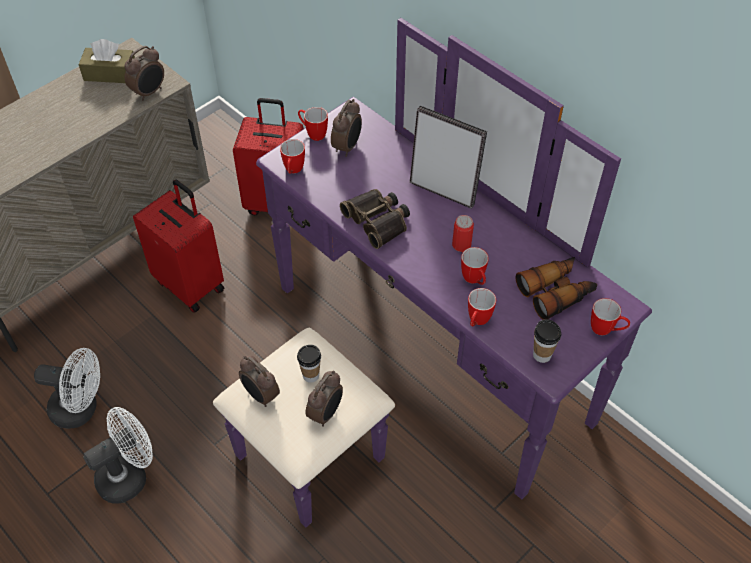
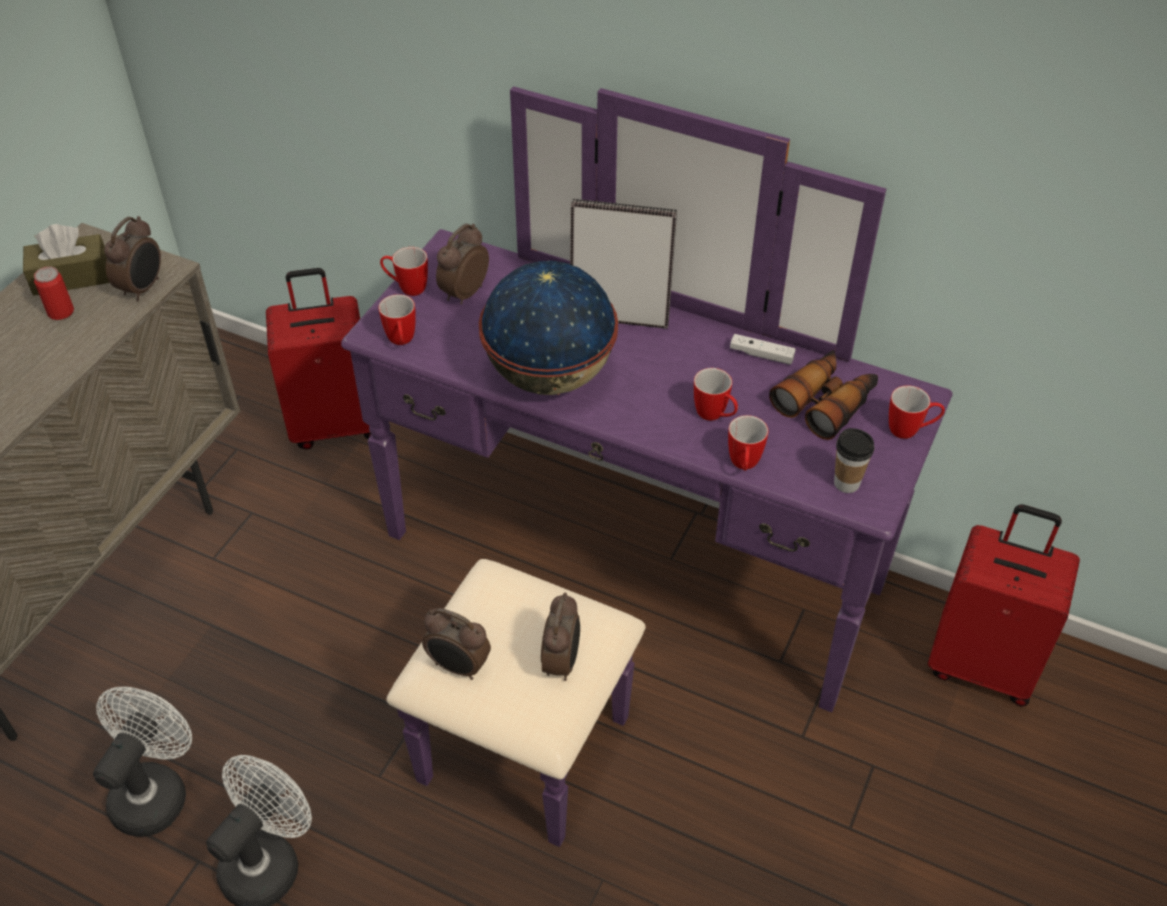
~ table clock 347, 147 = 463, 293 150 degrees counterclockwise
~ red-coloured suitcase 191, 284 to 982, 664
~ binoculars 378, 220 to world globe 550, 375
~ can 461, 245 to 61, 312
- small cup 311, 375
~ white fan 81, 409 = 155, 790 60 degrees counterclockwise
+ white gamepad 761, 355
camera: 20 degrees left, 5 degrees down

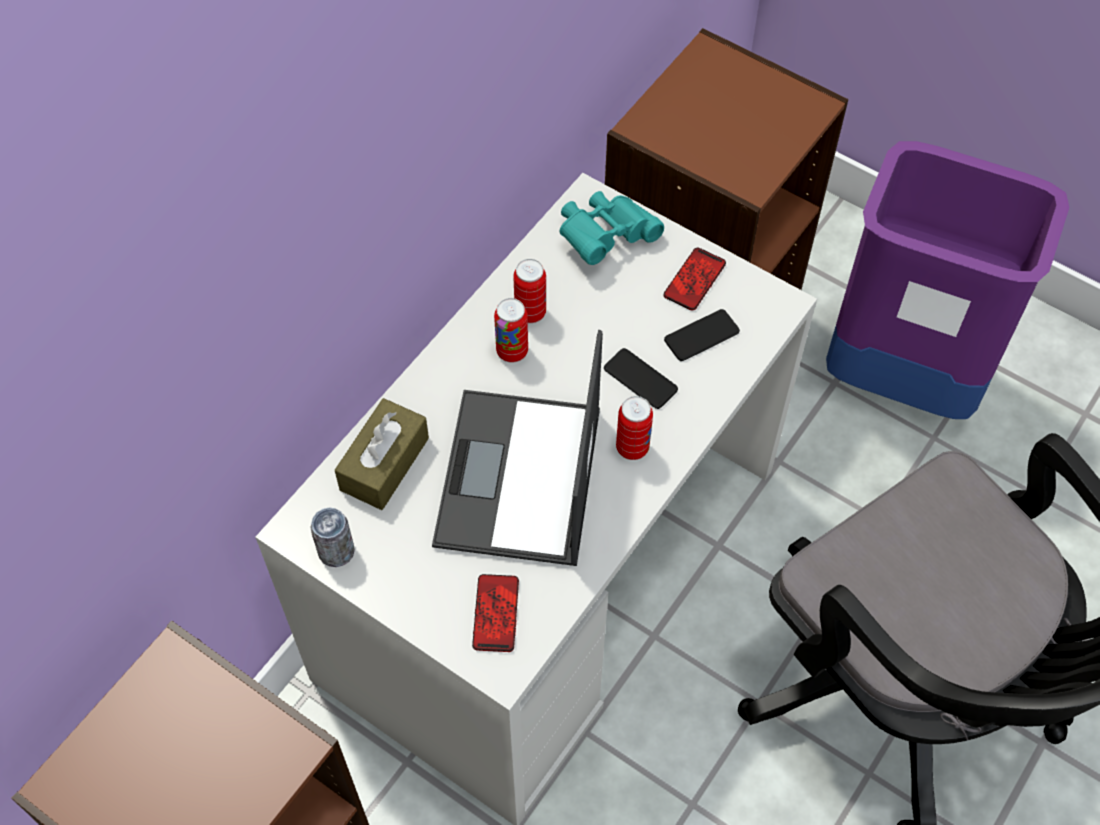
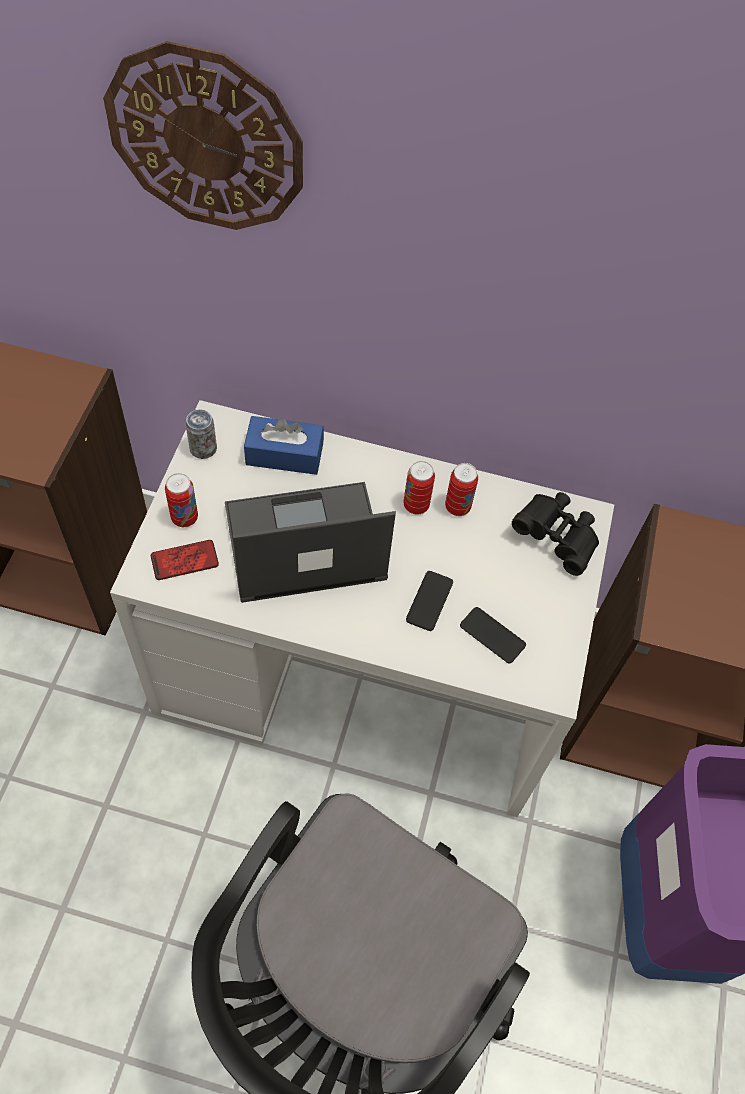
~ turquoise-coloured binoculars 605, 237 to blackish binoculars 557, 538
- phone 694, 280
~ can 632, 448 to 184, 518
~ brown-coloured box of tissues 384, 464 to bluish box of tissues 284, 454
+ clock on the wall 206, 140
camera: 65 degrees right, 0 degrees up

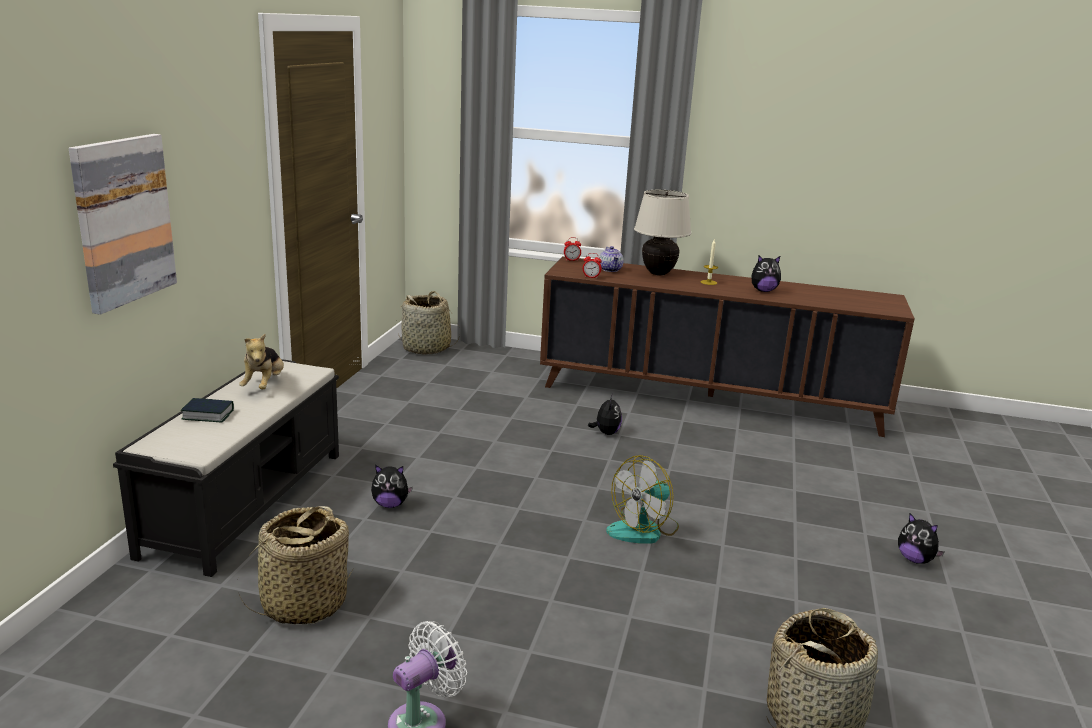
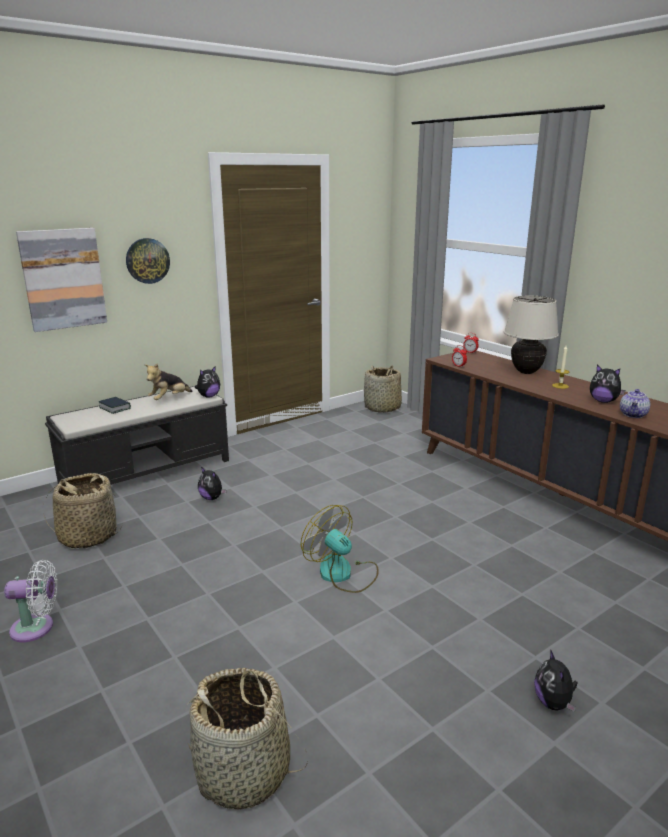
~ tea pot 610, 270 to 633, 415
~ cuddly toy 606, 433 to 208, 396
~ fan 644, 529 = 342, 574 45 degrees clockwise
+ clock on the wall 147, 261
camera: 40 degrees right, 0 degrees up

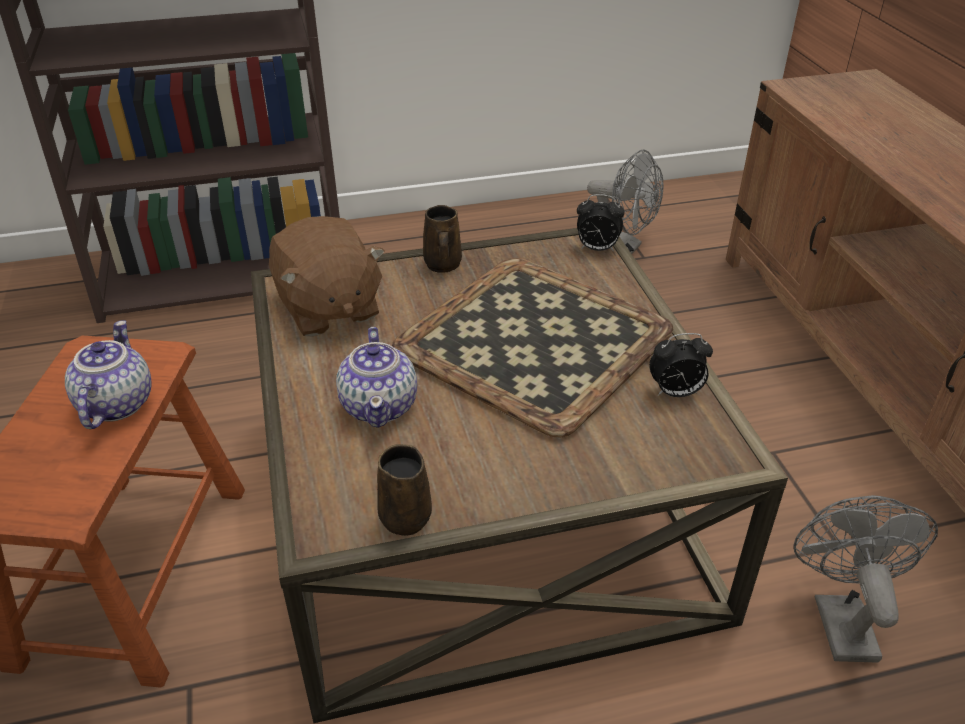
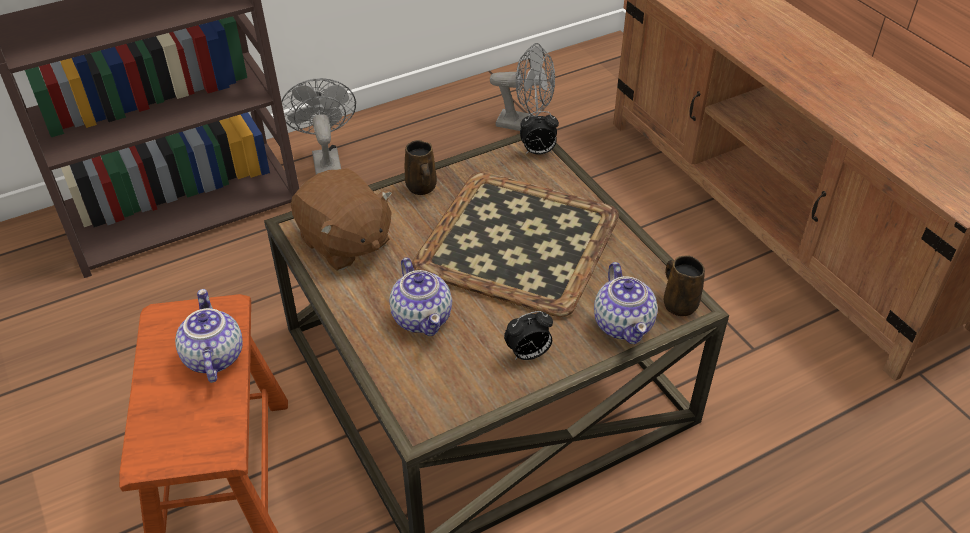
~ table clock 675, 393 to 528, 354
~ brown-coloured tea mug 405, 515 to 679, 303
~ grey fan 840, 618 to 325, 160
+ tea pot 623, 324
camera: 15 degrees left, 5 degrees up

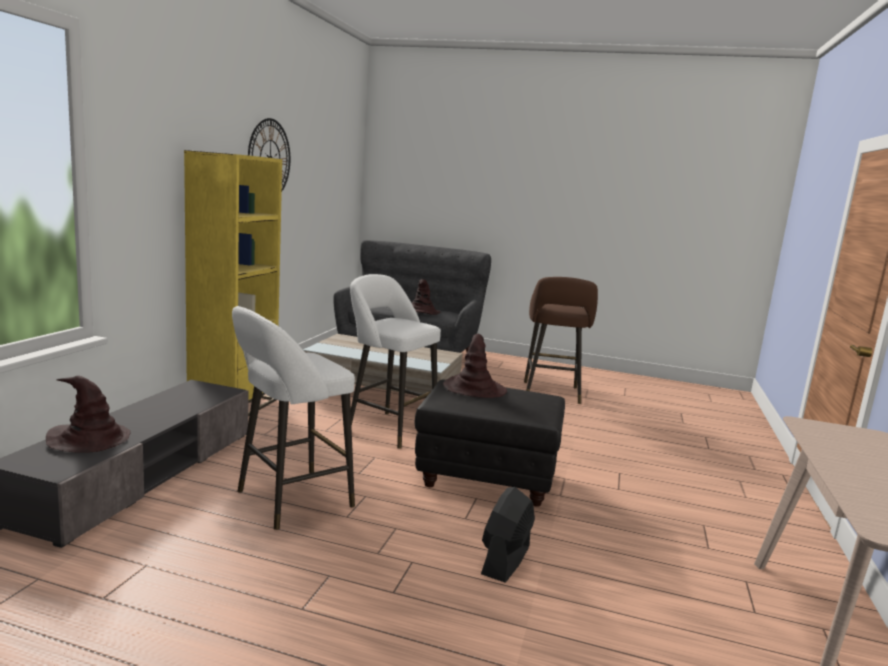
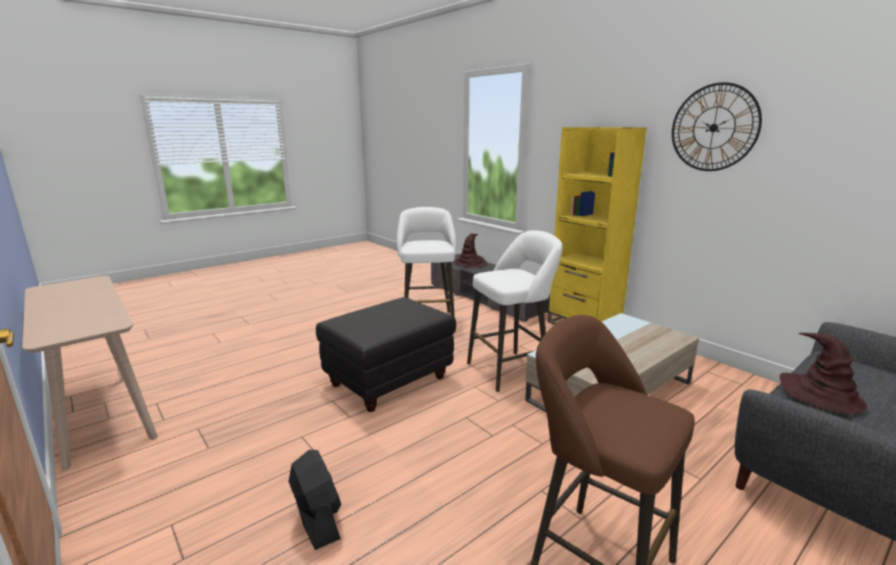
- brown-coloured hat 474, 388
~ blackish fan 505, 560 to 317, 518
camera: 125 degrees right, 5 degrees up

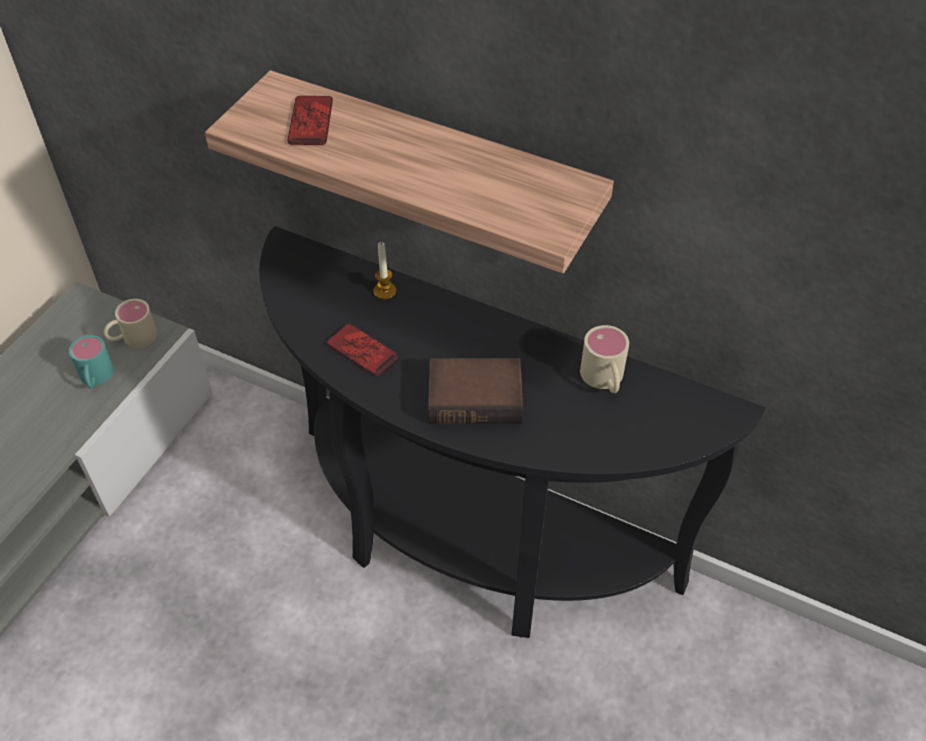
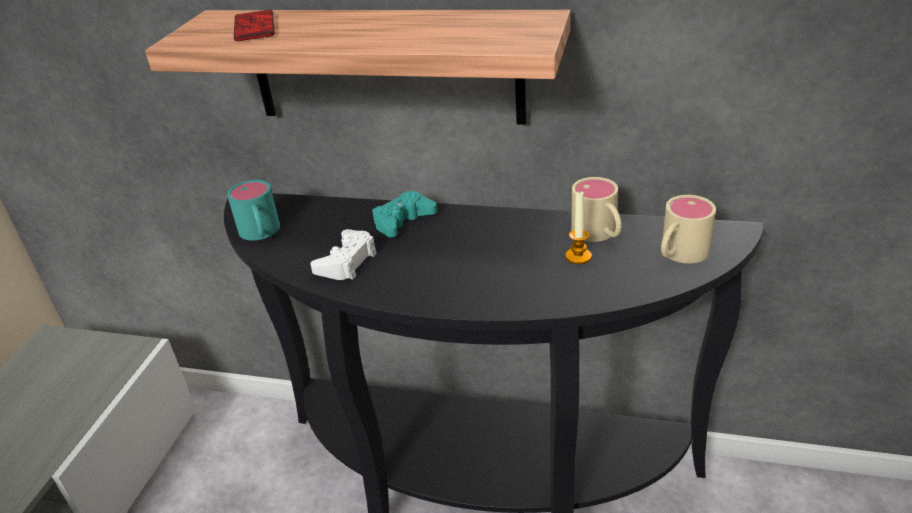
~ wax light 384, 291 to 578, 256
~ sand-coloured tea mug 132, 338 to 679, 254
~ phone 362, 350 to white gamepad 347, 261
~ turquoise-coloured tea mug 96, 378 to 261, 233
- book 476, 396
+ turquoise-coloured gamepad 403, 221
camera: 10 degrees left, 15 degrees down

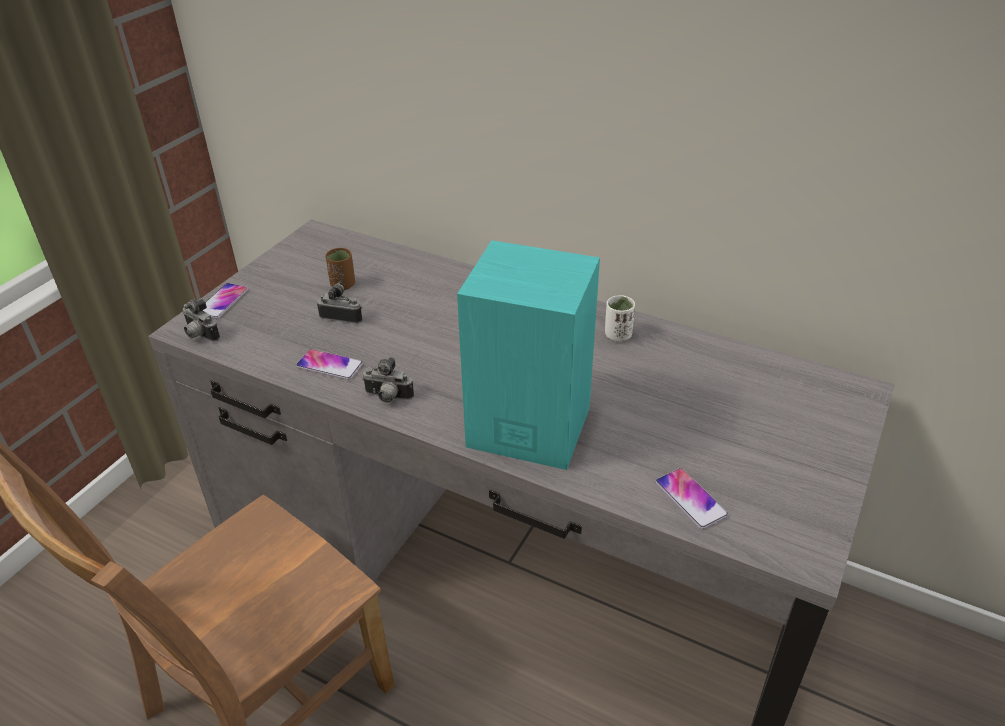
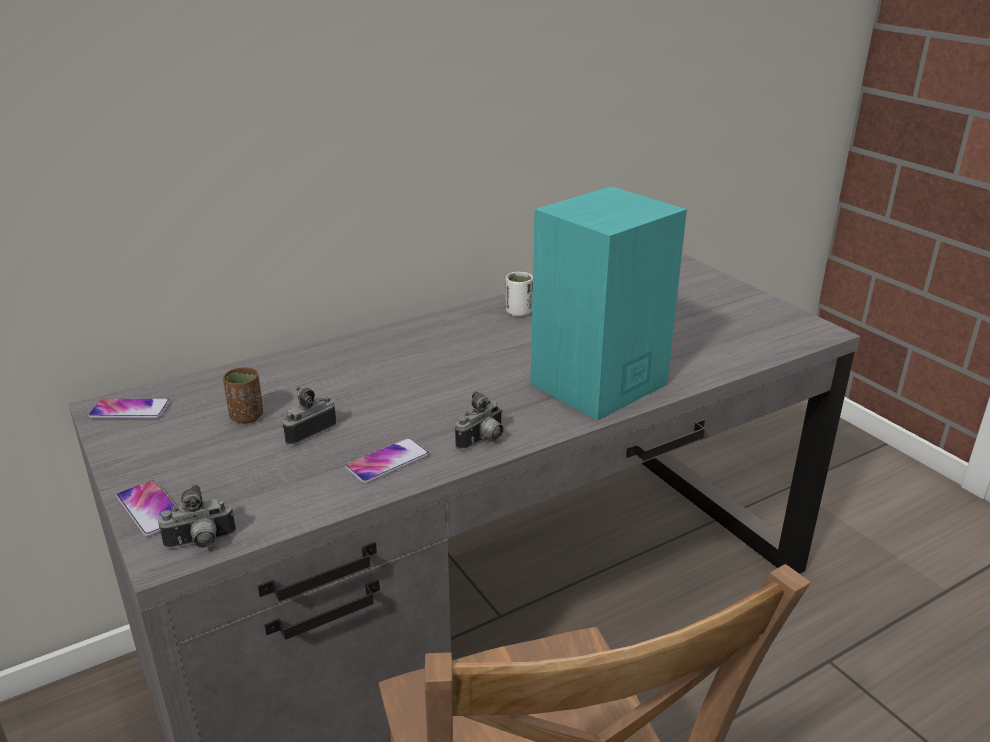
~ phone 690, 499 to 130, 410
camera: 60 degrees left, 10 degrees down

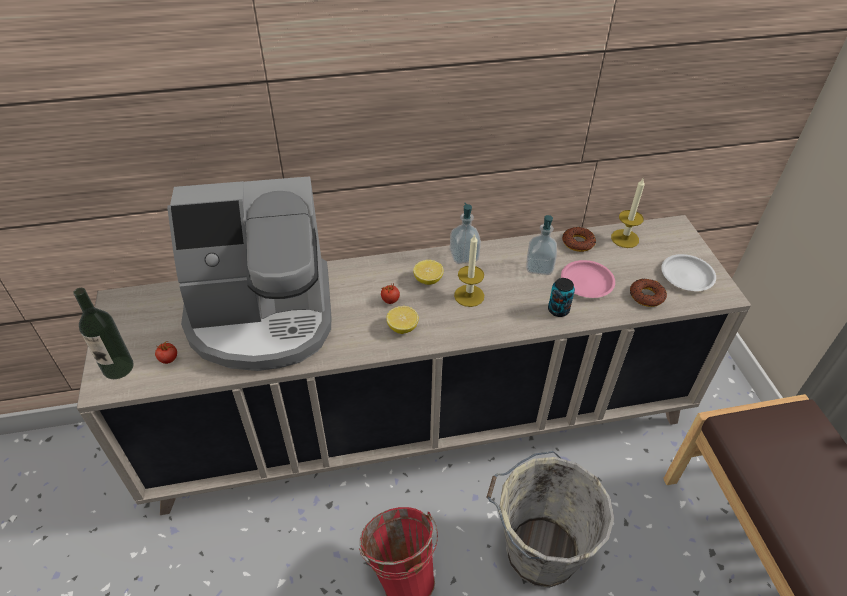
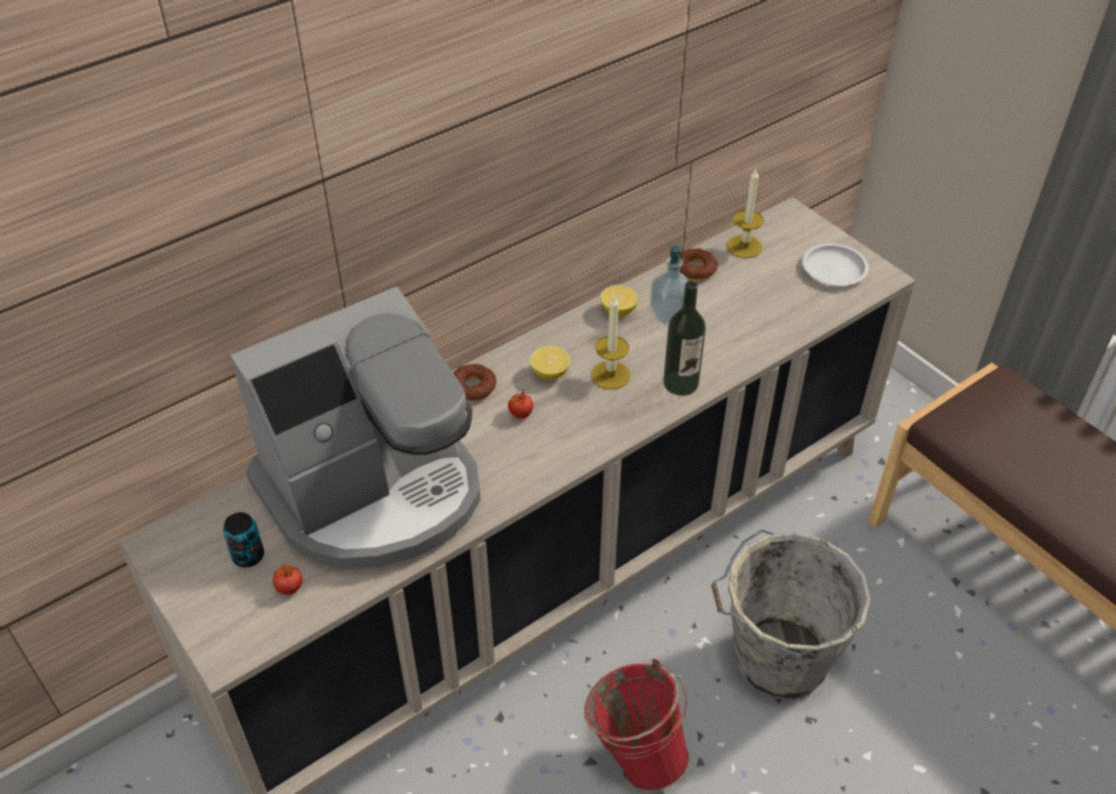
- soap bottle 464, 256
- pink plate 586, 282
~ can 558, 310 to 248, 556
~ donut 646, 296 to 472, 387
~ bottle 118, 367 to 681, 383
~ whole lemon 402, 327 to 618, 310
camera: 25 degrees left, 0 degrees up

